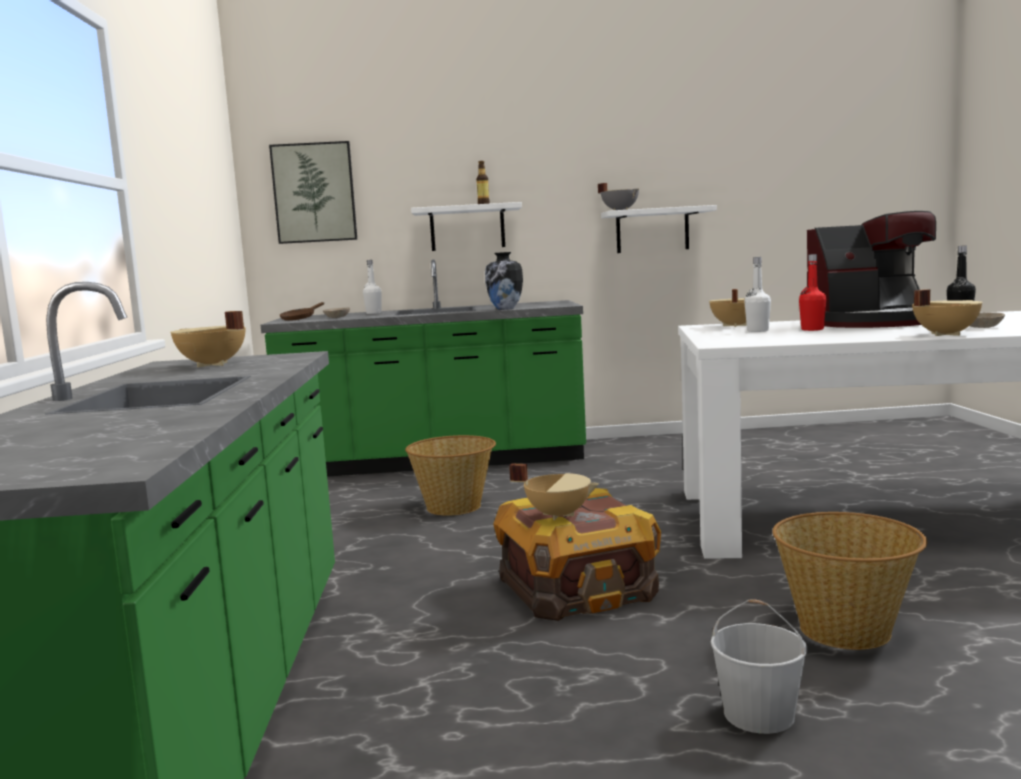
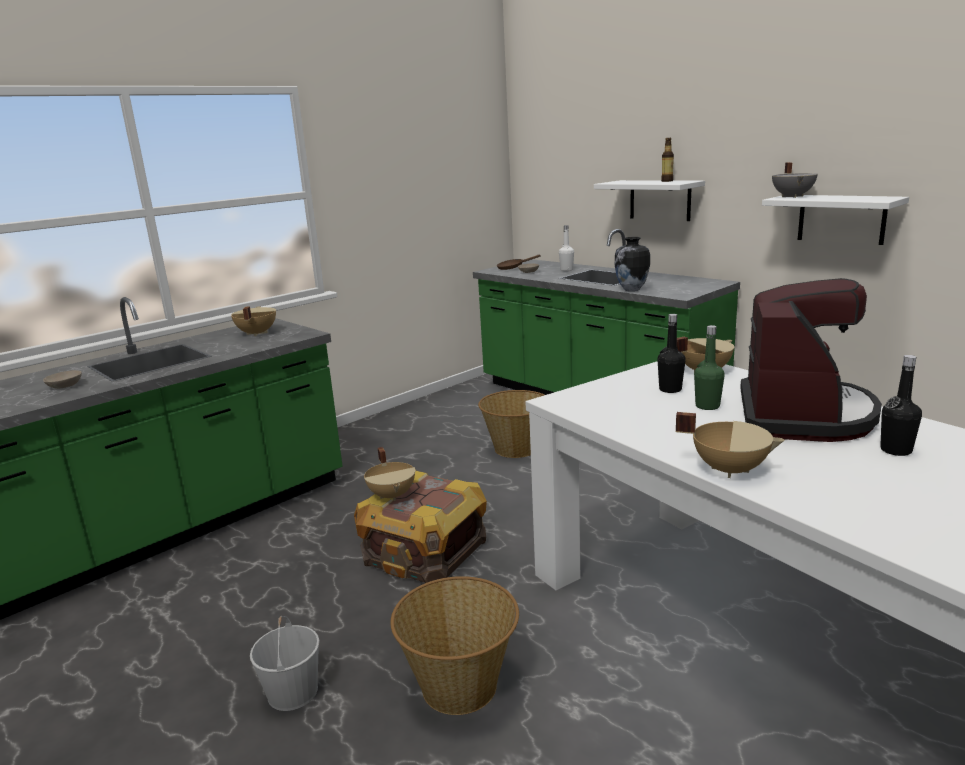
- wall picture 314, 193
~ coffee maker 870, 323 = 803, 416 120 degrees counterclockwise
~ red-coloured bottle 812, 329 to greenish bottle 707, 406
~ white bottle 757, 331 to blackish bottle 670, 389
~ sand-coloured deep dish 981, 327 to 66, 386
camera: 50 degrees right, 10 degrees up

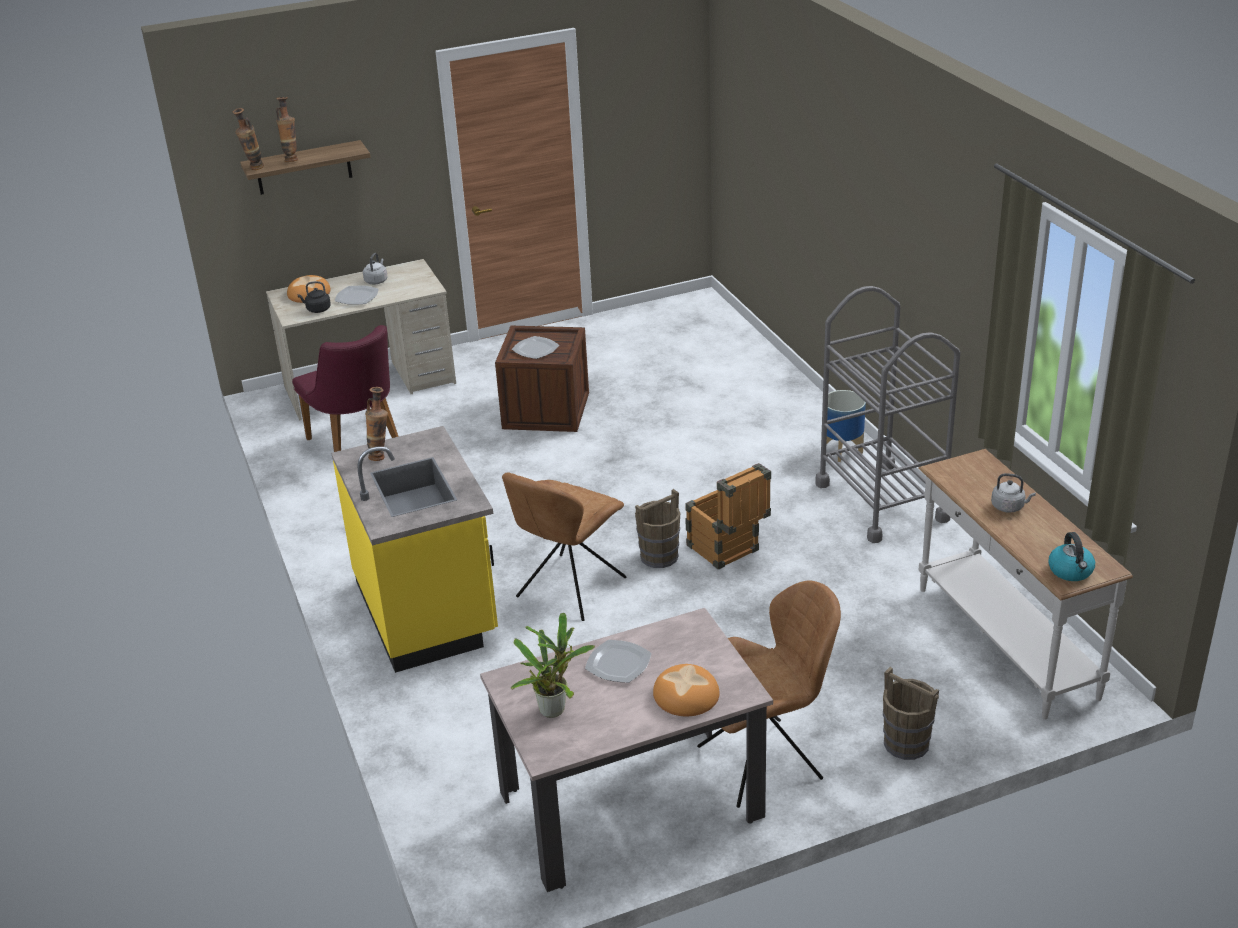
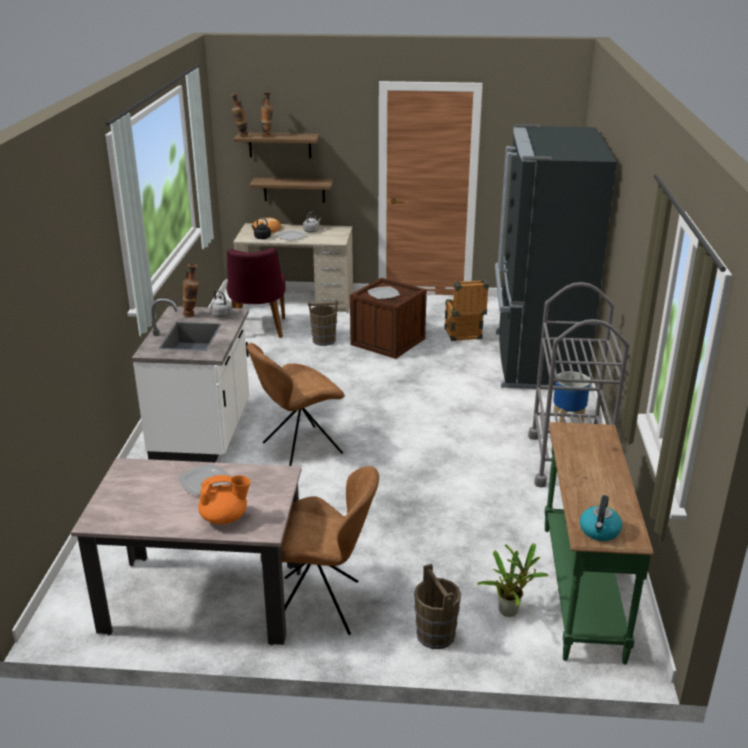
~ yellow kitchen base unit 428, 610 to white kitchen base unit 204, 433
~ white narrow table 1004, 642 to greenish narrow table 579, 590
~ shipping crate 727, 552 to 464, 336
~ grey water kettle 1009, 507 to 223, 315
~ brown-coloured bucket 659, 556 to 324, 340
~ houseplant 554, 708 to 510, 610
~ bakery bread 687, 695 to orangey tea pot 225, 518
+ blackish kitchen fridge 536, 361
+ bracket shelf 294, 190
camera: 25 degrees right, 5 degrees down

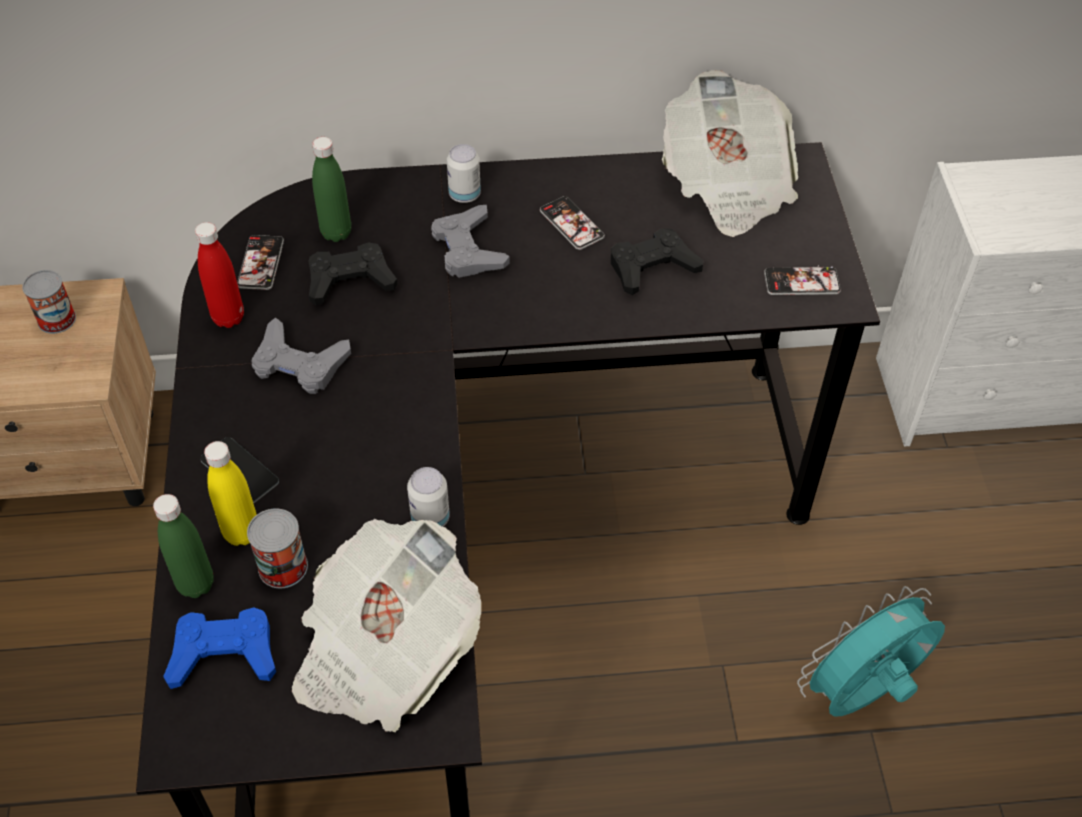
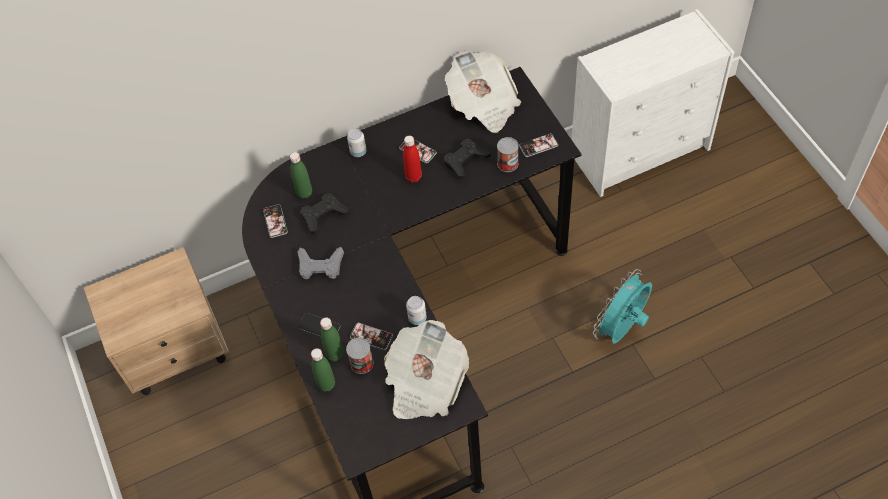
- grey gamepad 468, 249
~ red-coloured bottle 228, 318 to 413, 177
~ can 56, 319 to 507, 163
~ yellow bottle 241, 532 to greenish bottle 335, 354
- bluish gamepad 224, 653
+ phone 371, 336
camera: 15 degrees left, 5 degrees up

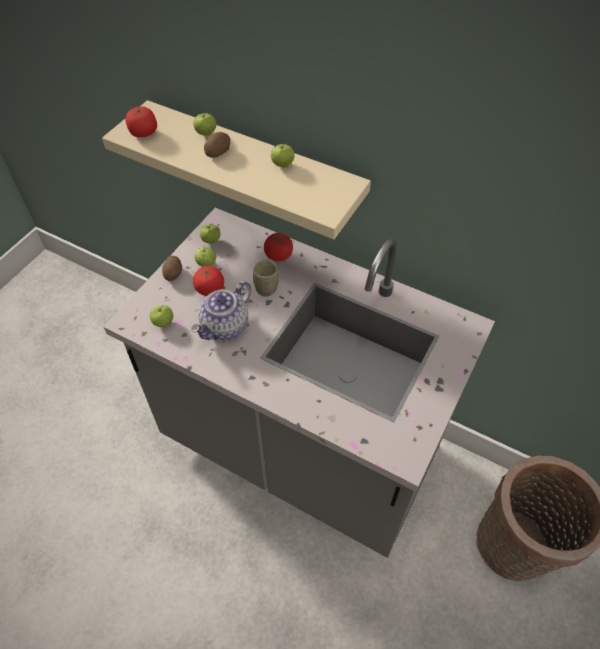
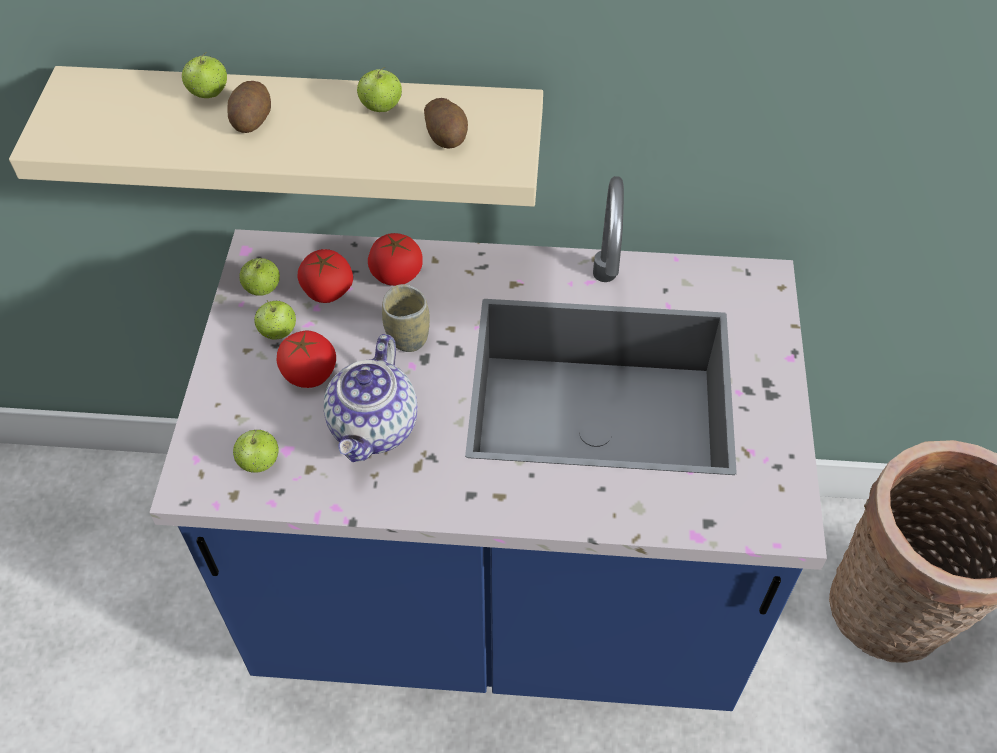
~ whole tomato 143, 133 to 327, 291
~ grey kitchen base unit 300, 448 to bluish kitchen base unit 498, 600
~ spud 173, 274 to 447, 136
camera: 25 degrees left, 0 degrees up

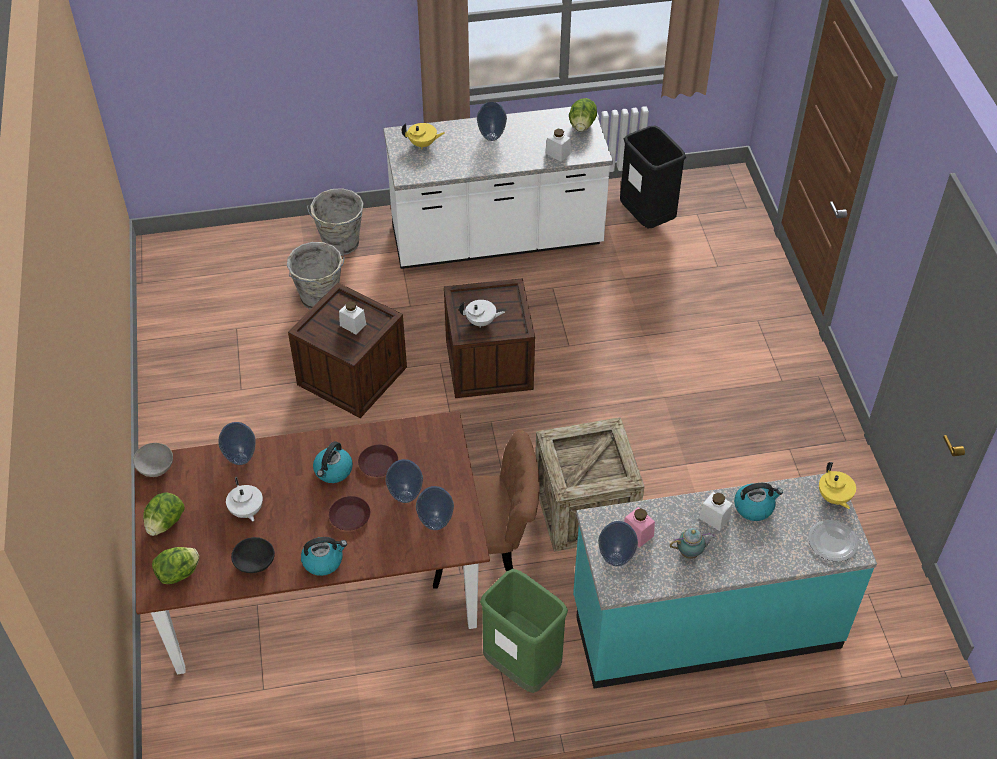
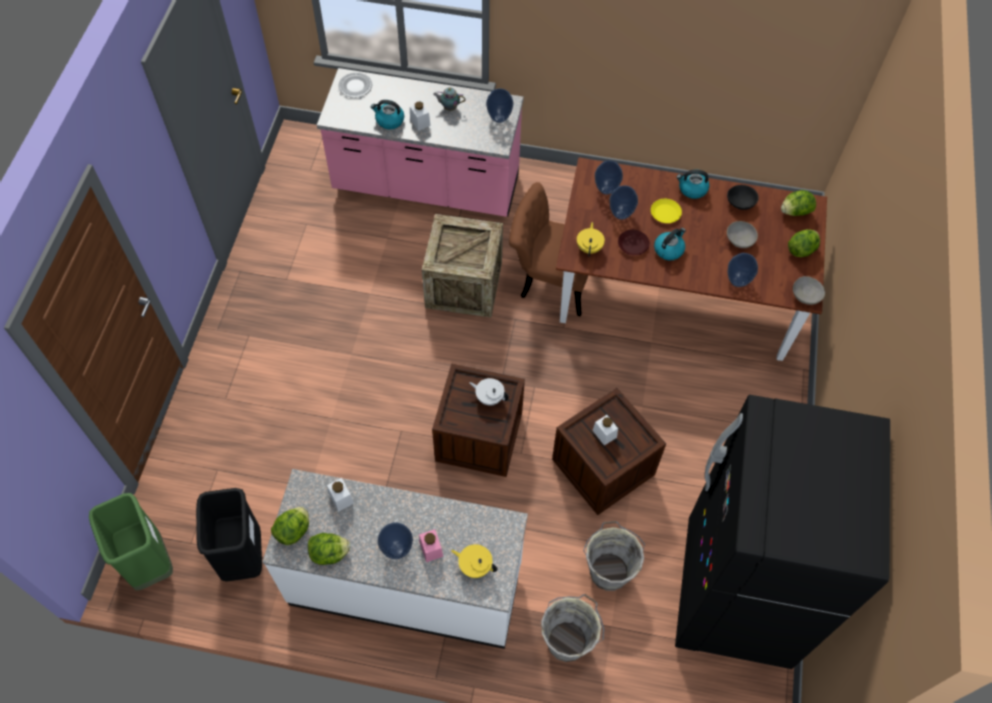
~ yellow tea pot 833, 497 to 589, 247
~ turquoise-coloured kitchen base unit 705, 623 to pink kitchen base unit 426, 186
~ white tea pot 246, 511 to grey deep dish 740, 240
~ brown-coloured plate 350, 516 to yellow plate 665, 213
~ pink jar 637, 534 to 431, 549
~ greenish trash can 522, 667 to 149, 563
+ blackish kitchen fridge 736, 593
+ head of lettuce 329, 553
camera: 160 degrees left, 10 degrees up

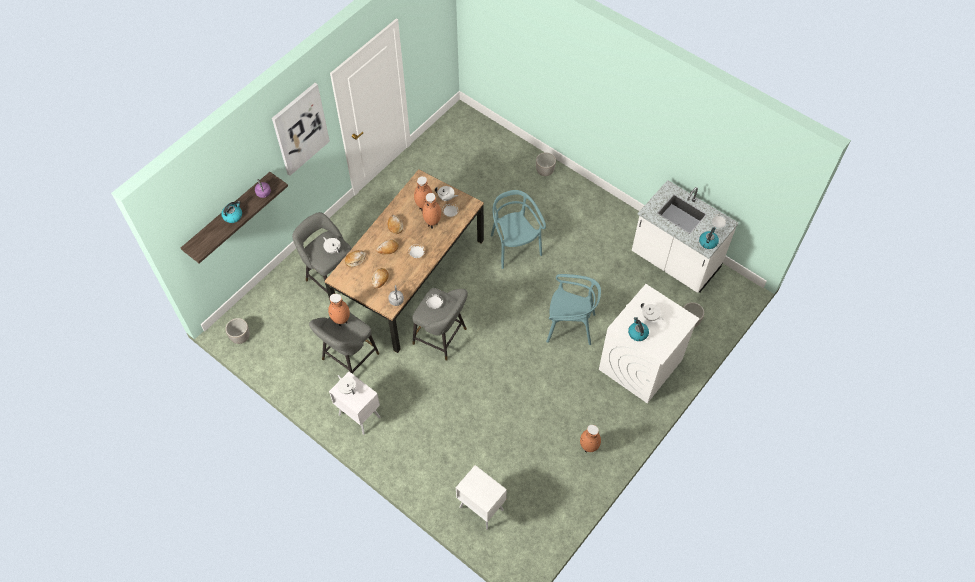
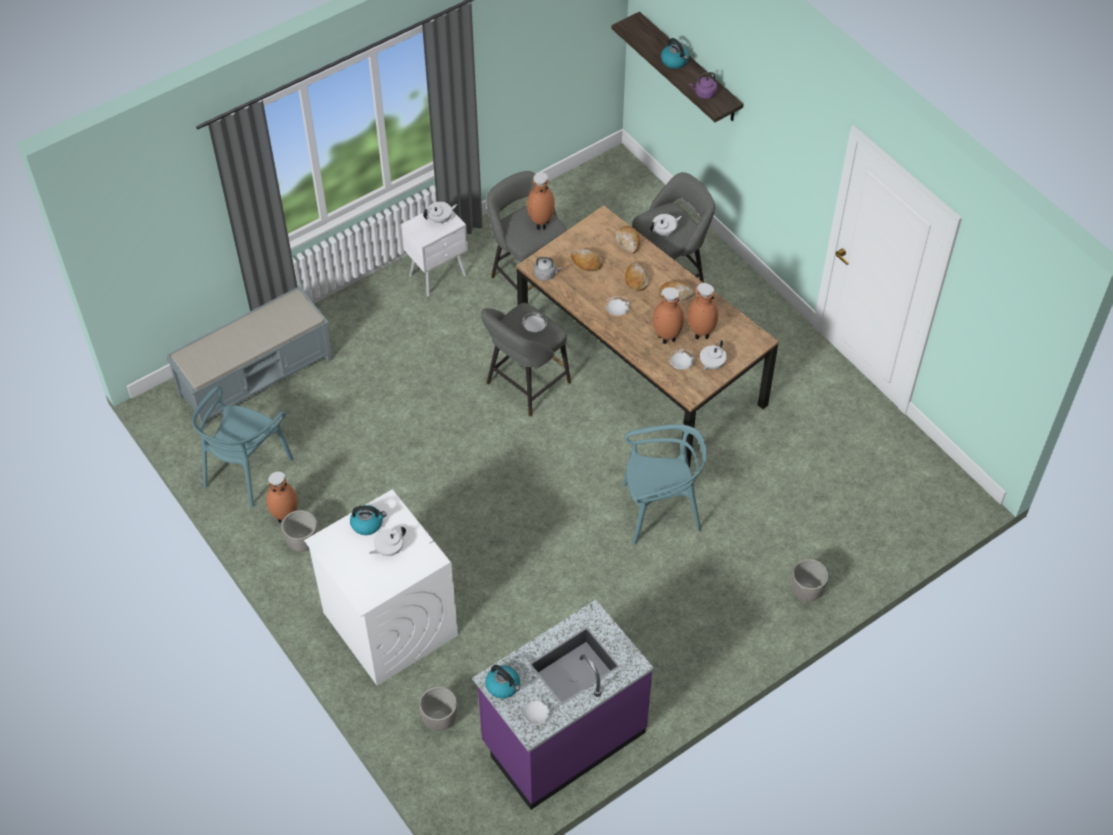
- wall picture 300, 129
~ white kitchen base unit 674, 262 to purple-coloured kitchen base unit 562, 737
~ turquoise-coloured plain chair 570, 326 to 246, 470
~ plant pot 240, 337 to 303, 543
~ white night table 481, 507 to grey bench 257, 376
camera: 105 degrees right, 5 degrees down

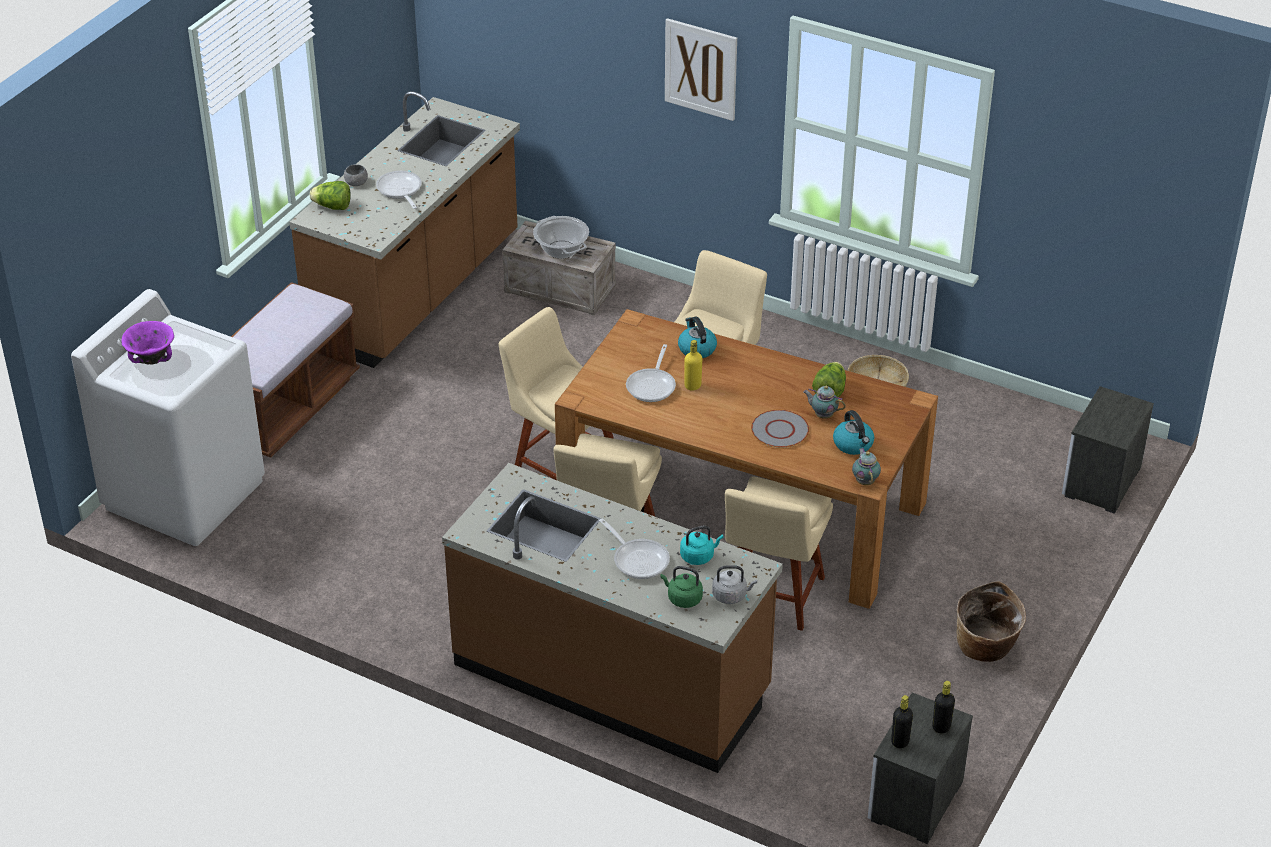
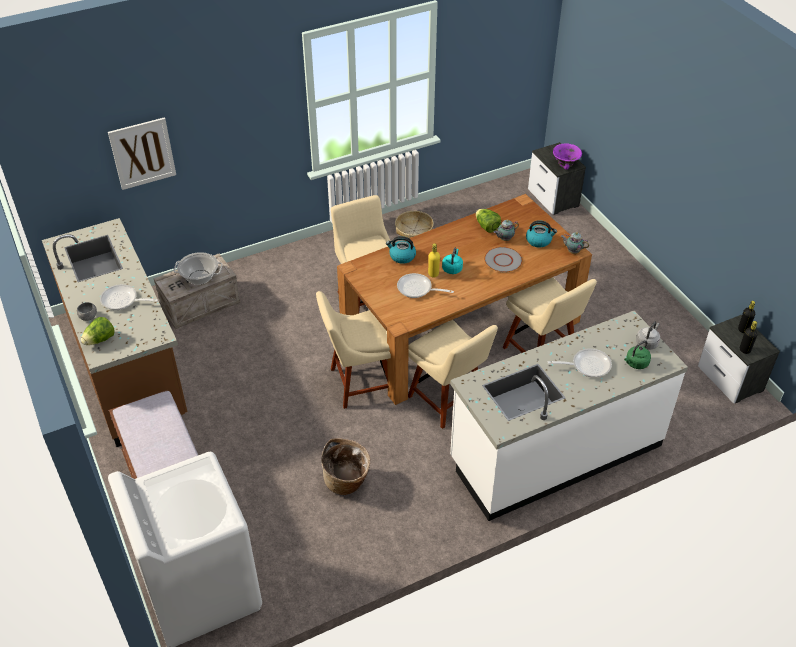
~ wall picture 701, 69 to 142, 153
~ purple-coloured deep dish 151, 358 to 565, 164
~ frying pan 652, 385 = 417, 289 150 degrees clockwise
~ brown-coloured kitchen base unit 612, 678 to white kitchen base unit 555, 452
~ turquoise-coloured water kettle 699, 556 to 452, 268
~ storage basket 986, 648 to 347, 481
camera: 55 degrees left, 5 degrees up

